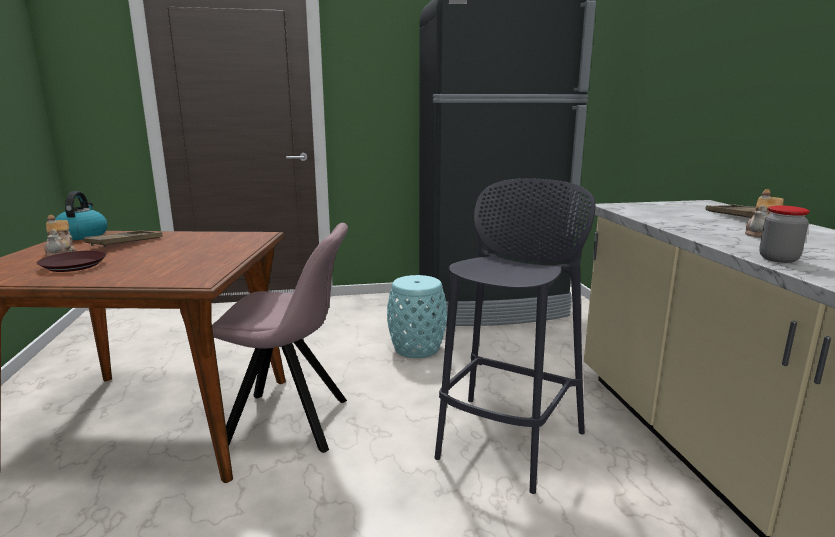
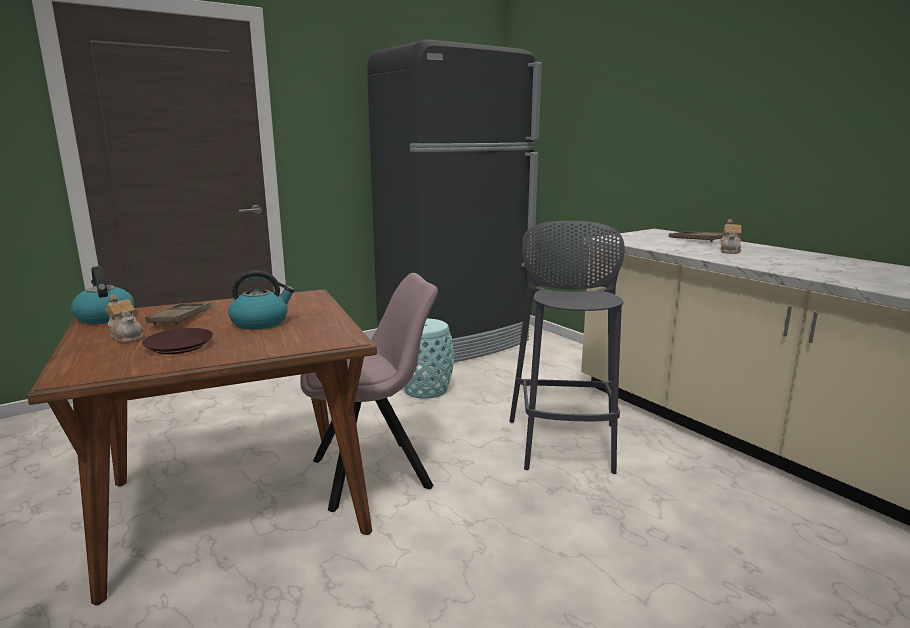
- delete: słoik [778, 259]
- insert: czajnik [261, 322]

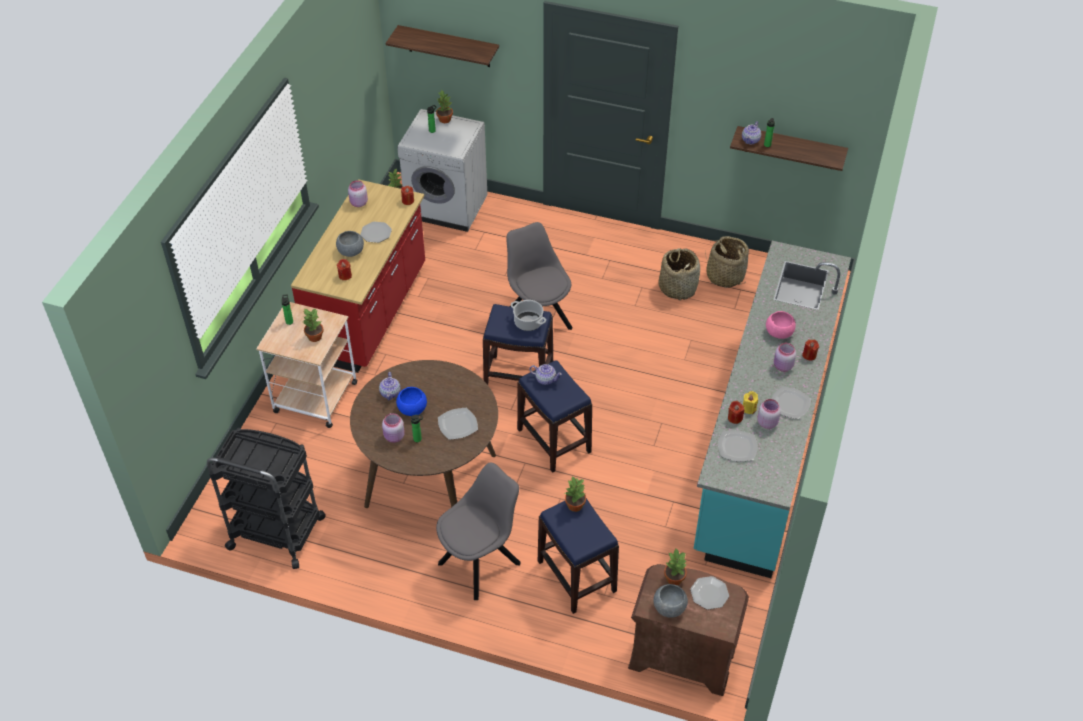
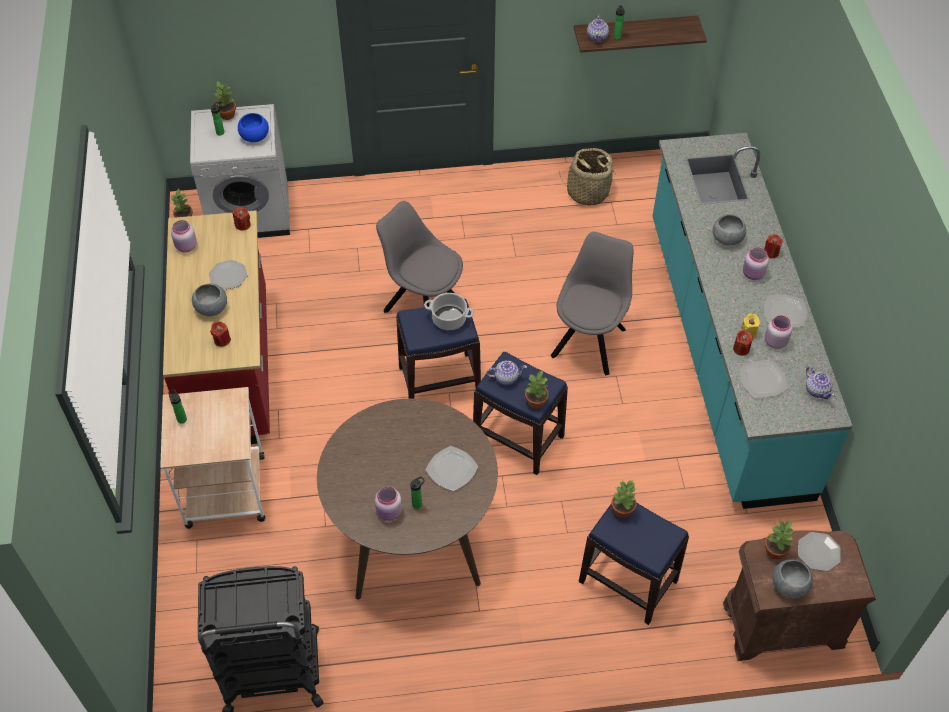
- delete: półka [448, 46]
- delete: koszyk [677, 287]
- move: roślina doniczkowa [314, 337] to [535, 402]
- move: imbryk [390, 393] to [817, 390]
- move: miska (niebieski) [412, 409] to [254, 136]
- move: krzesło (szary) [480, 563] to [589, 342]
- recolor: miska (różowy) [779, 333] to miska (szary) [727, 238]

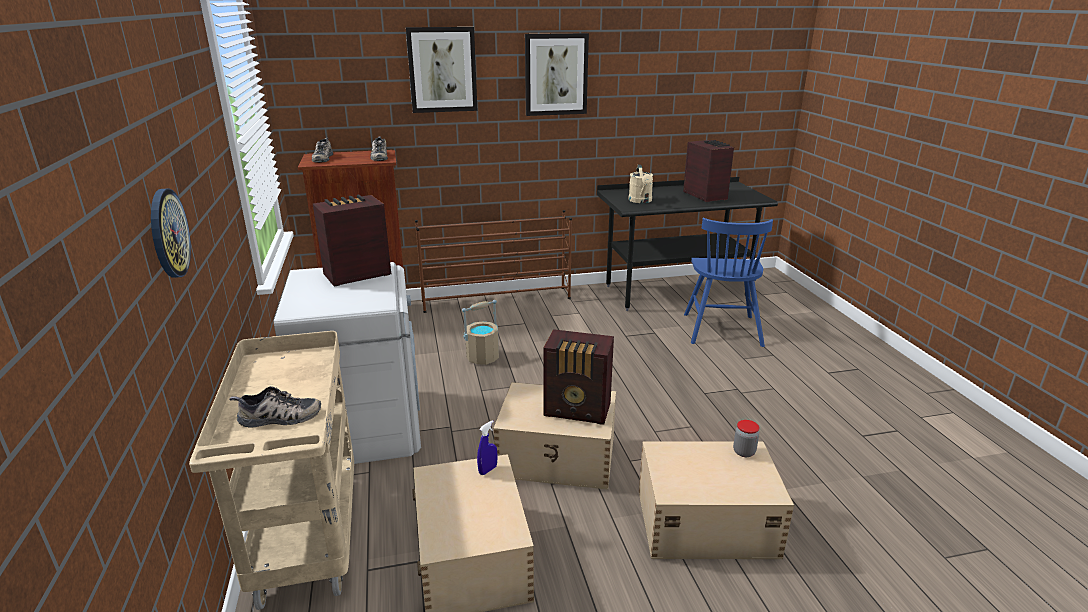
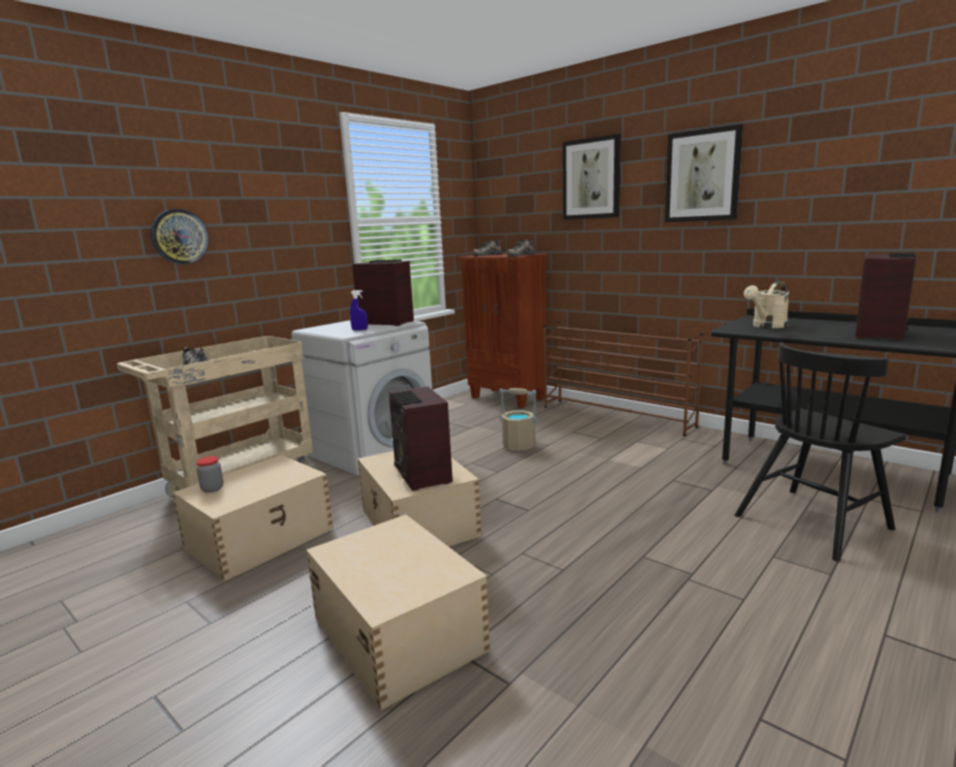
- move: spryskiwacz (niebieski) [488, 470] to [360, 330]
- move: słoik [744, 452] to [212, 489]
- recolor: krzesło (niebieski) [721, 327] to krzesło (czarny) [816, 519]

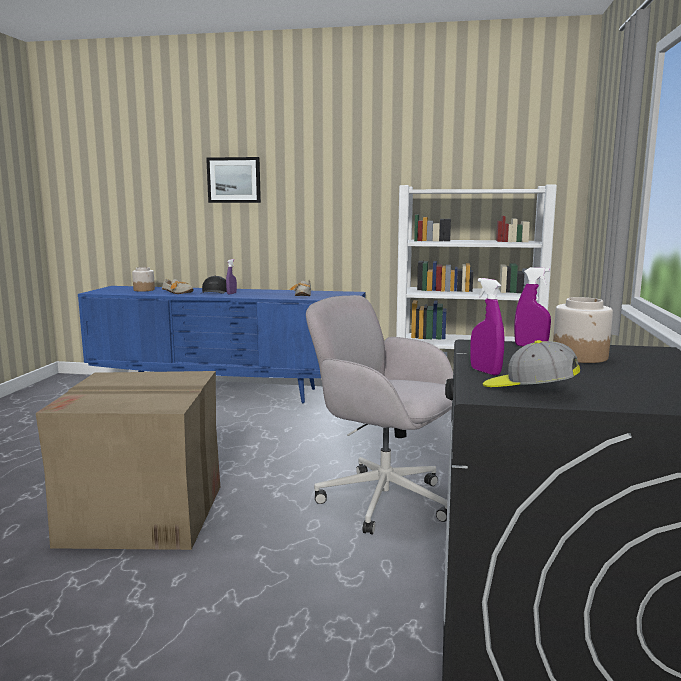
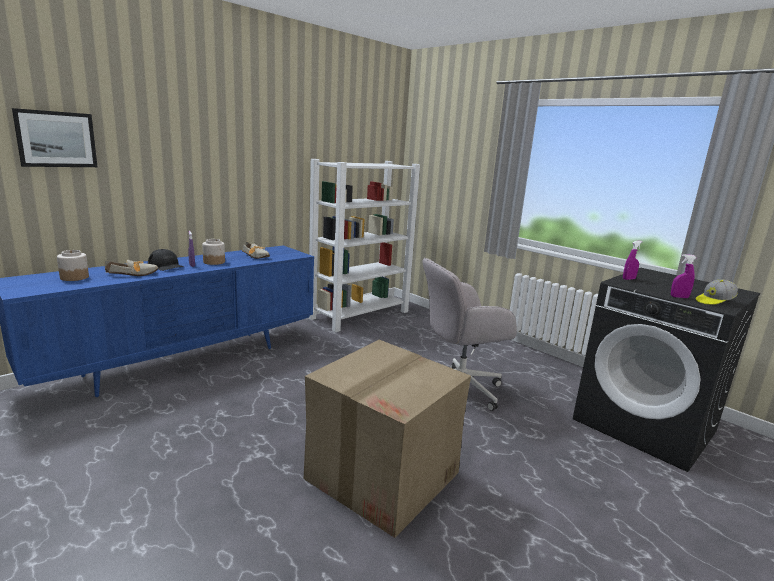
- move: obraz [234, 180] to [56, 139]
- move: słoik [580, 356] to [214, 262]

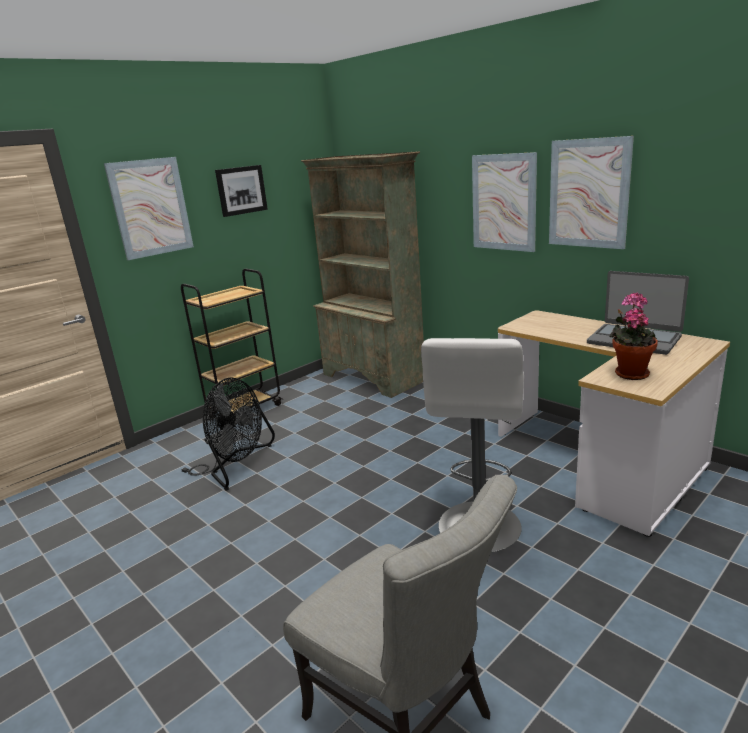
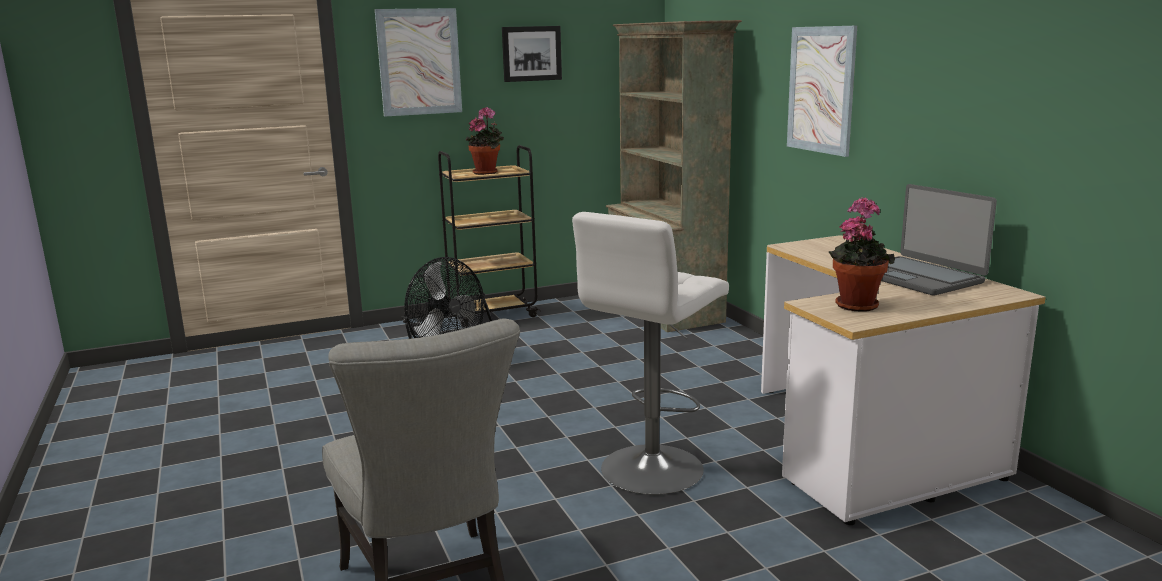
- delete: obraz [588, 193]
- insert: roślina doniczkowa [487, 172]

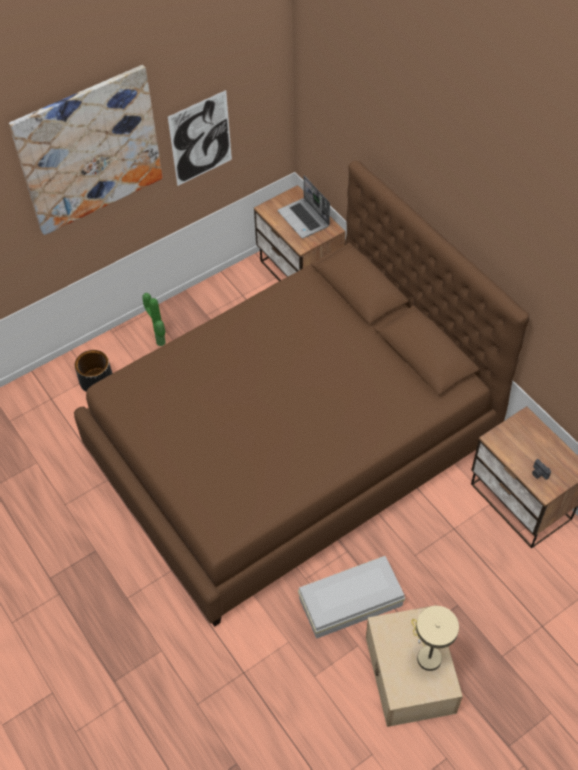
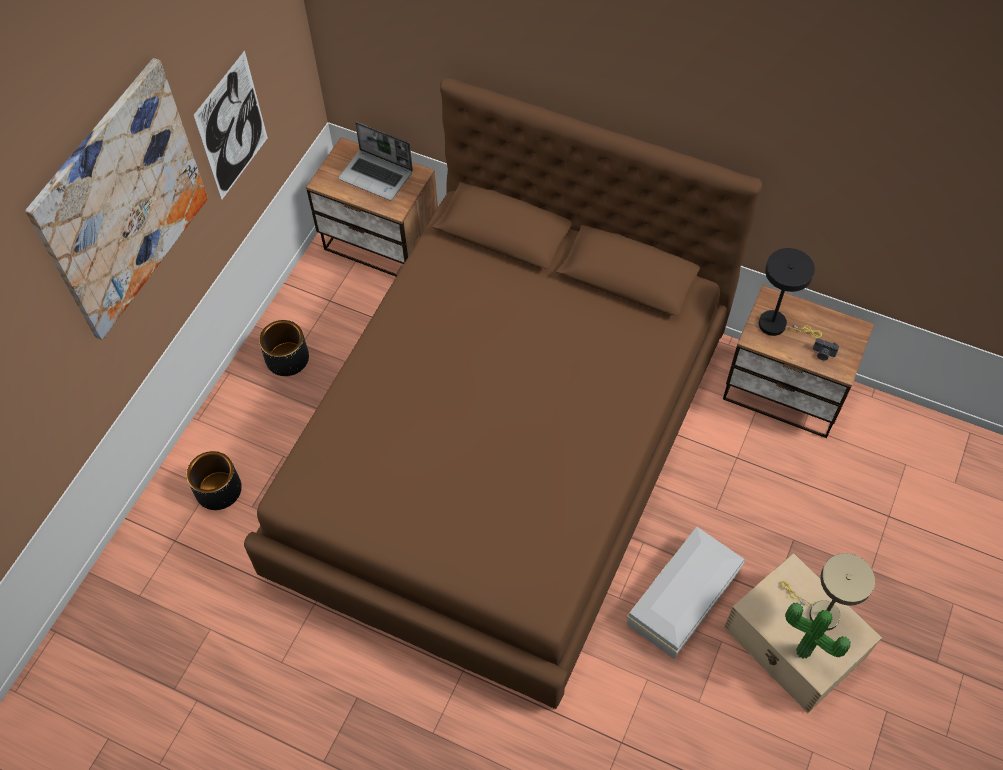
- insert: donica (czarny) [287, 358]
- insert: lampa stołowa (czarny) [777, 325]
- move: roślina doniczkowa [159, 343] to [802, 654]

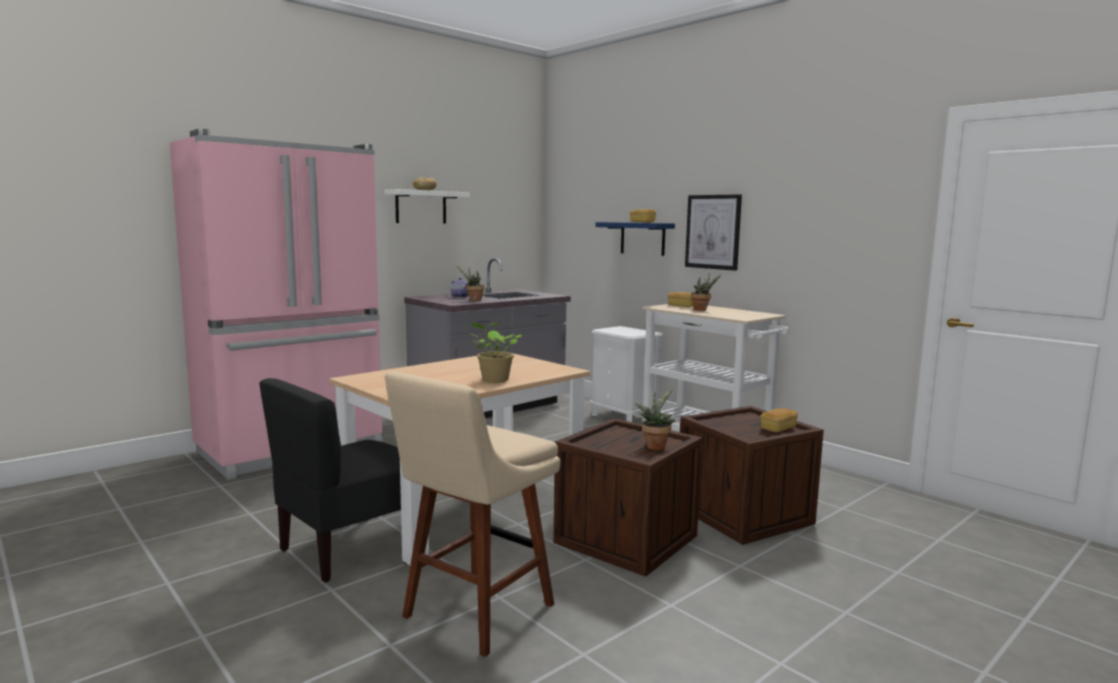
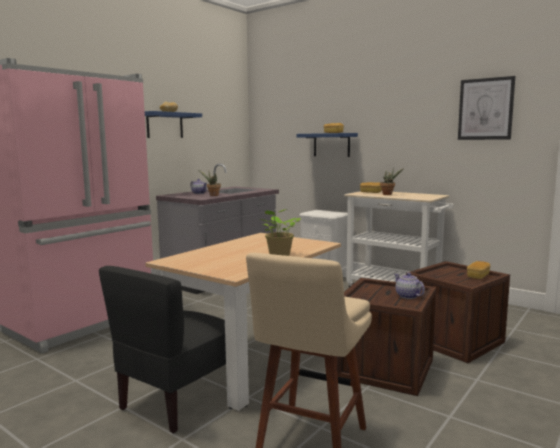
- move: obraz [713, 232] to [485, 109]
- replace: roślina doniczkowa [655, 446] to imbryk [408, 296]
- recolor: półka (biały) [421, 207] to półka (niebieski) [164, 125]

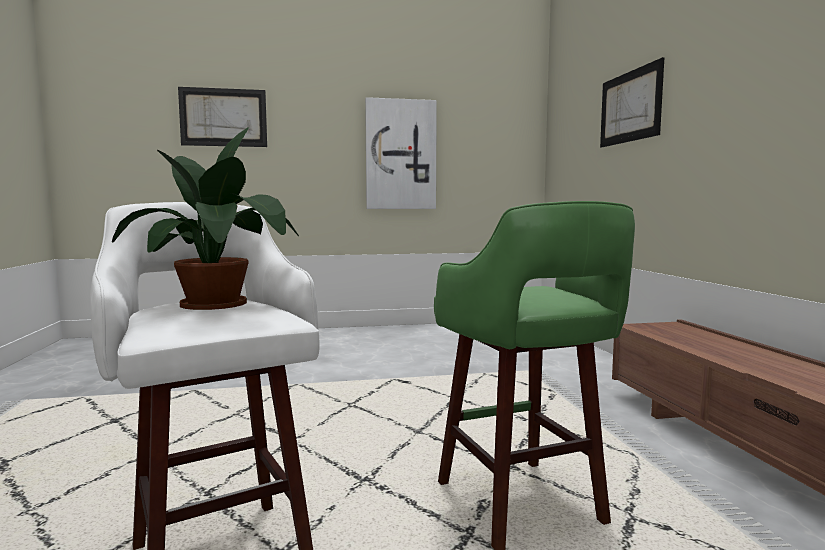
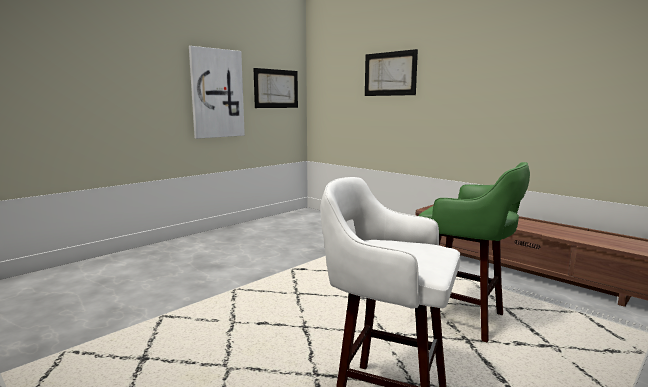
- delete: roślina doniczkowa [220, 303]
- move: obraz [223, 117] to [276, 88]

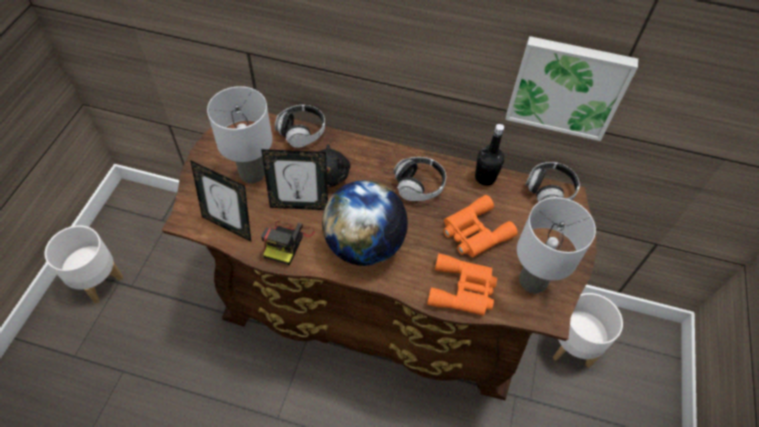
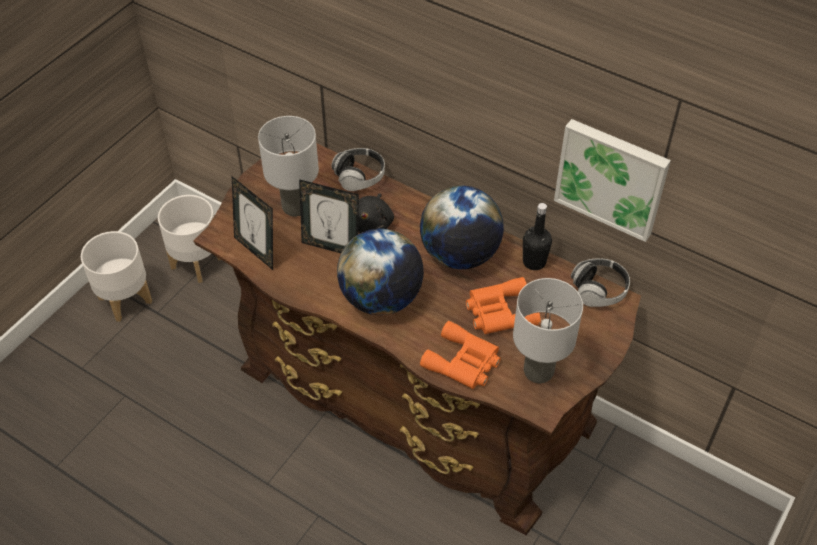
- delete: aparat fotograficzny [287, 242]
- move: donica (biały) [572, 346] to [197, 262]
- replace: słuchawki [419, 186] to globus [460, 255]

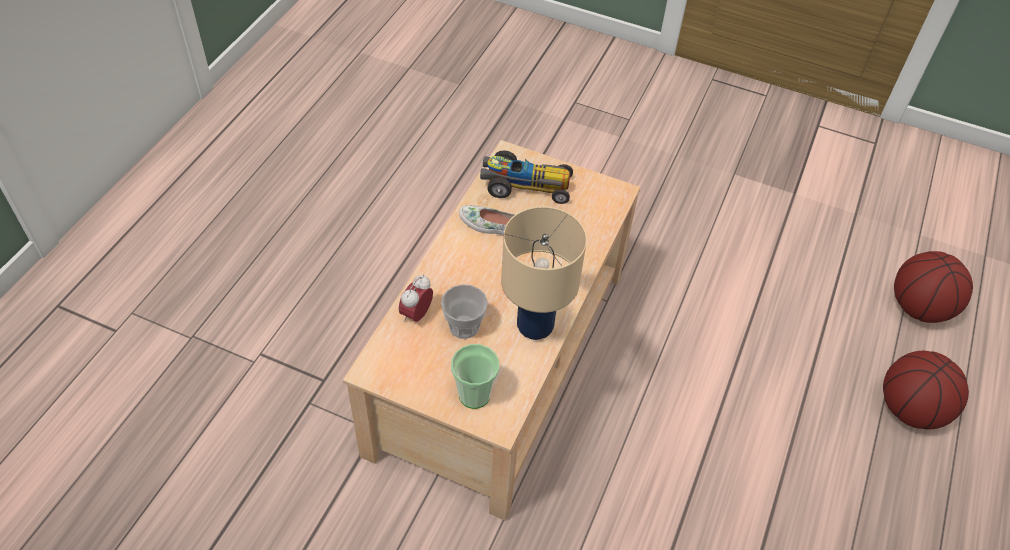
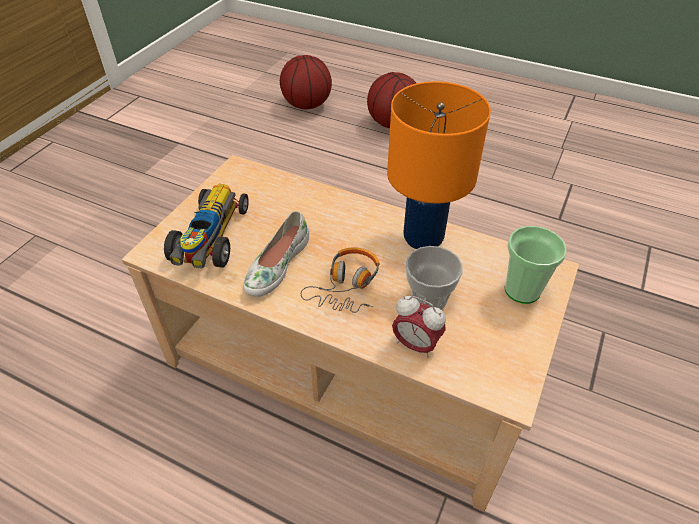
- insert: słuchawki [346, 286]
- recolor: lampa stołowa (beżowy) [537, 326] to lampa stołowa (pomarańczowy) [422, 237]

